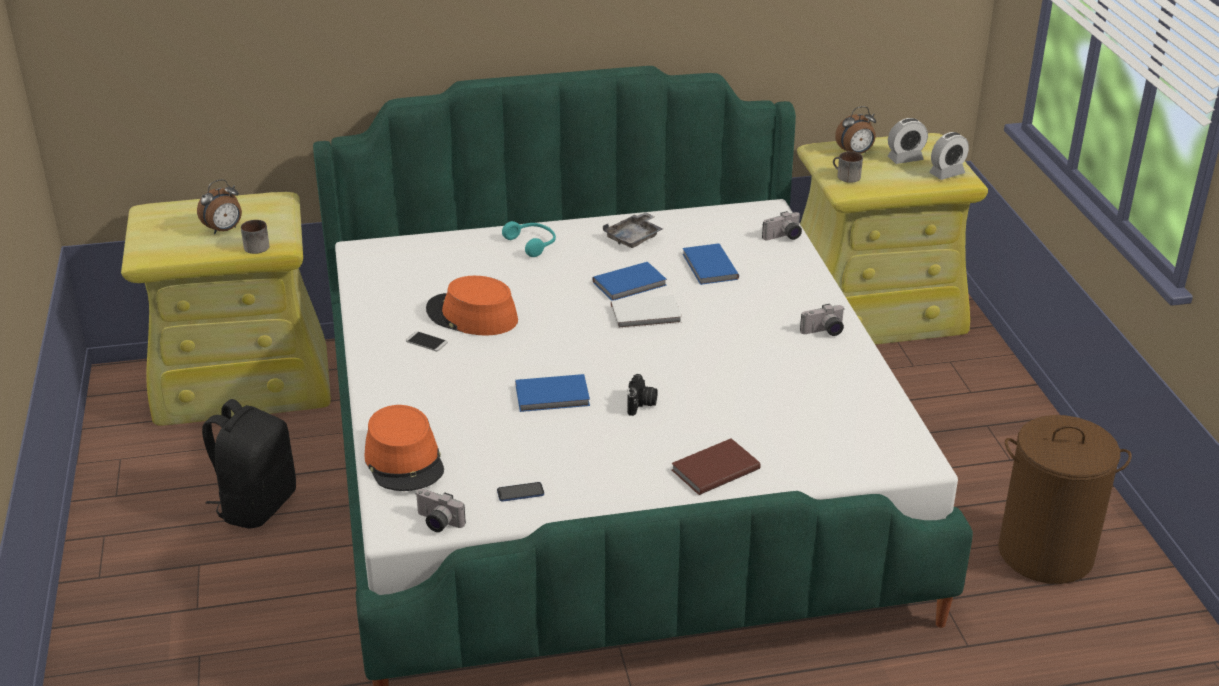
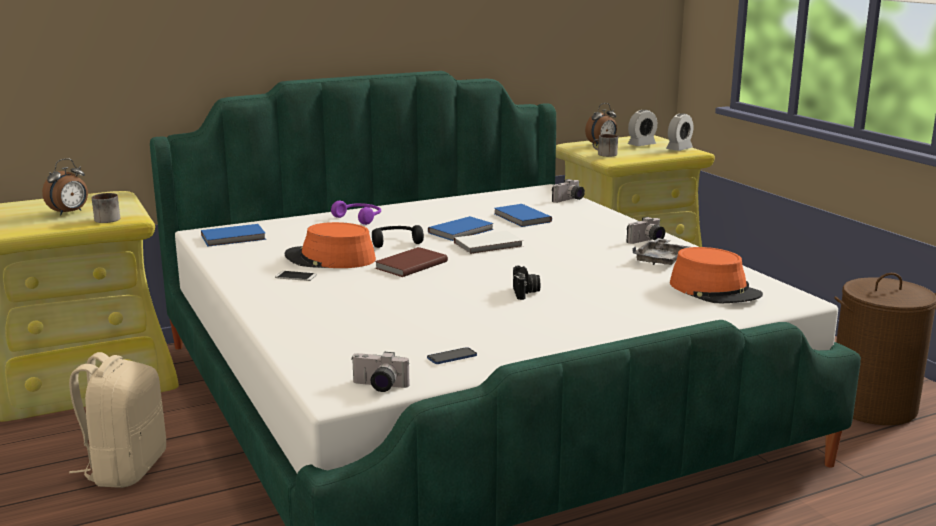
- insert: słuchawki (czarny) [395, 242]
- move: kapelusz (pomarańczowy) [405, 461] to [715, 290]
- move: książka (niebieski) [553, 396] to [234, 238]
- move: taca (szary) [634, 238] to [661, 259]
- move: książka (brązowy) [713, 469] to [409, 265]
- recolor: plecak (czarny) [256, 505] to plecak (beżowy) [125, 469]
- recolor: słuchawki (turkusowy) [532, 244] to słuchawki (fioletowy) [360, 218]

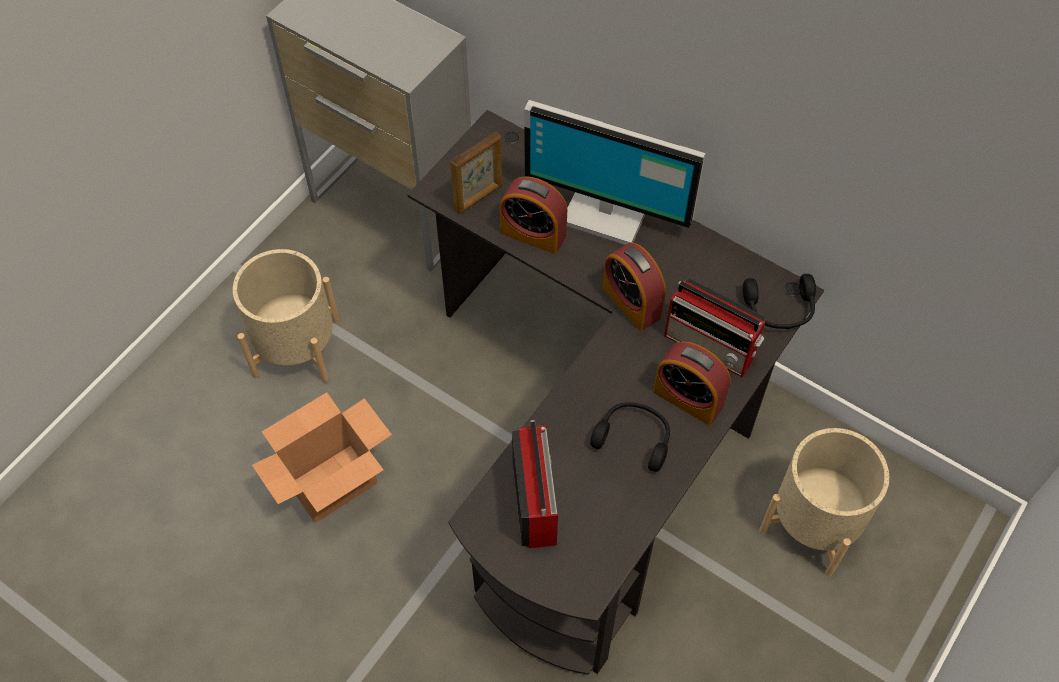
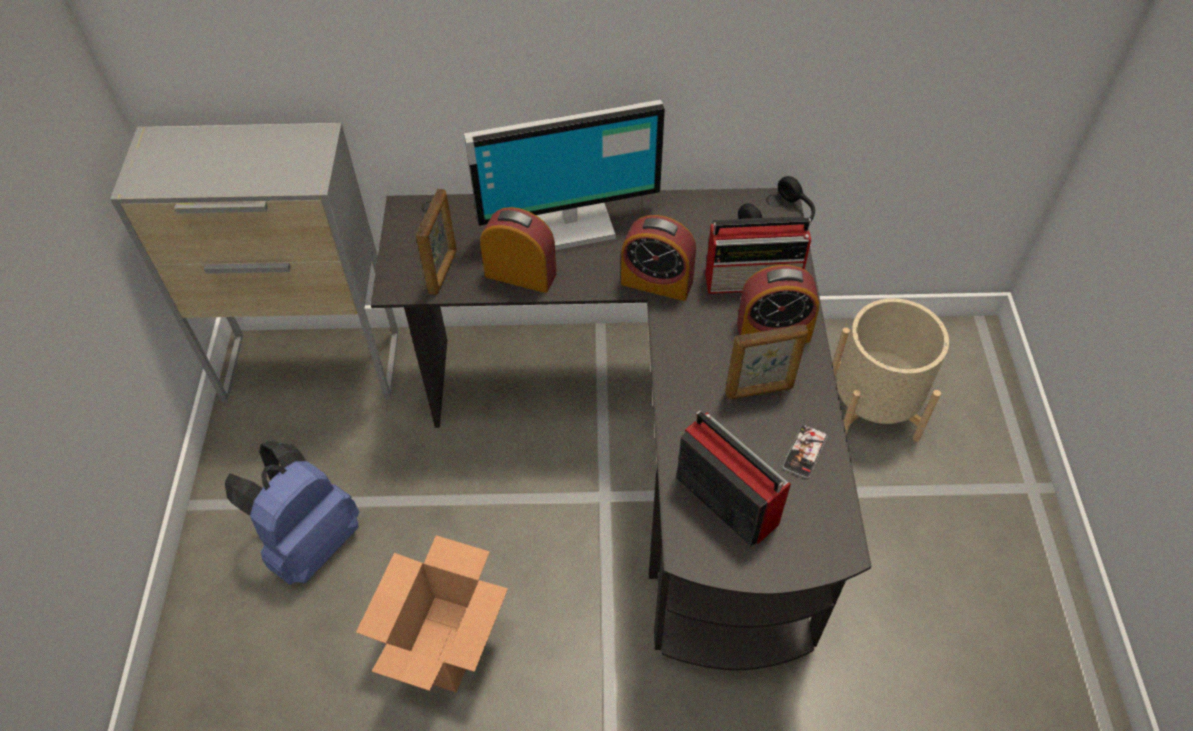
- insert: telefon [805, 452]
- replace: donica (beżowy) [296, 347] to plecak (niebieski) [309, 542]
- replace: słuchawki (czarny) [634, 438] to ramka na zdjęcie [760, 391]
- rotate: budzik [533, 234] = [520, 274] 150 degrees counterclockwise

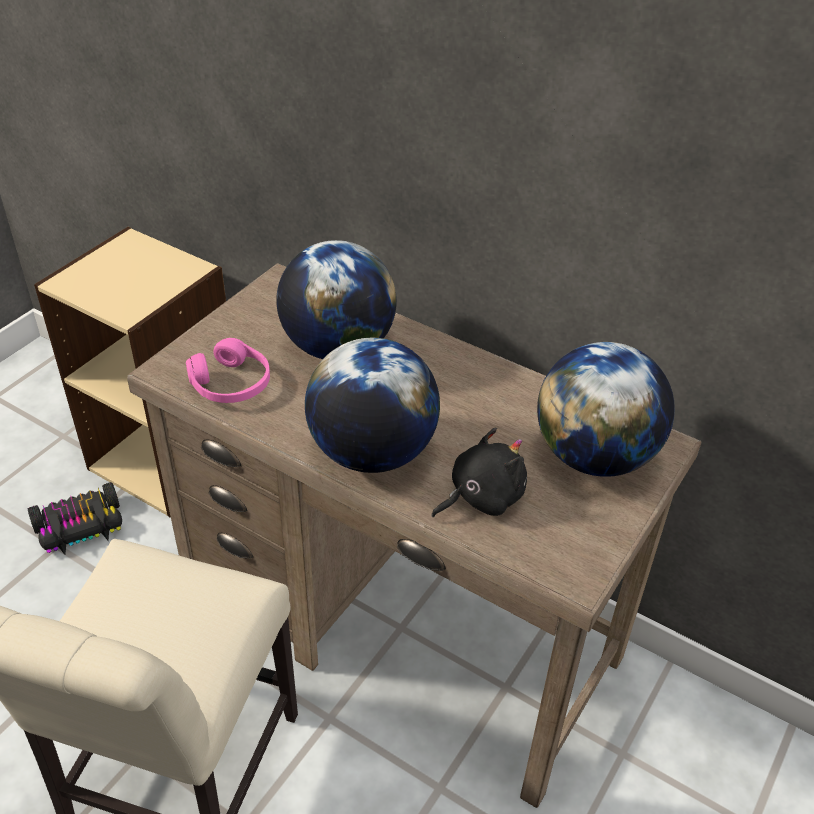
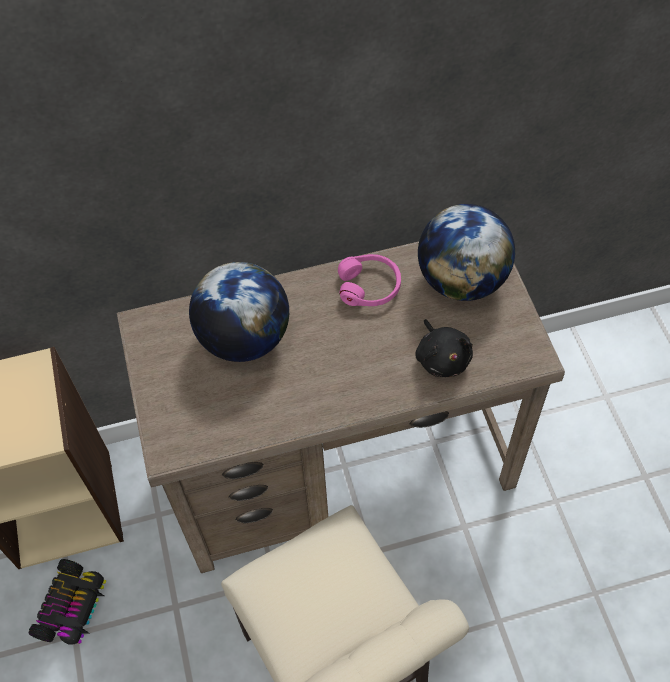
- delete: globus [372, 452]
- move: słuchawki (różowy) [231, 383] to [369, 286]
- rotate: pluszak (czarny) [481, 496] = [442, 358] 150 degrees clockwise

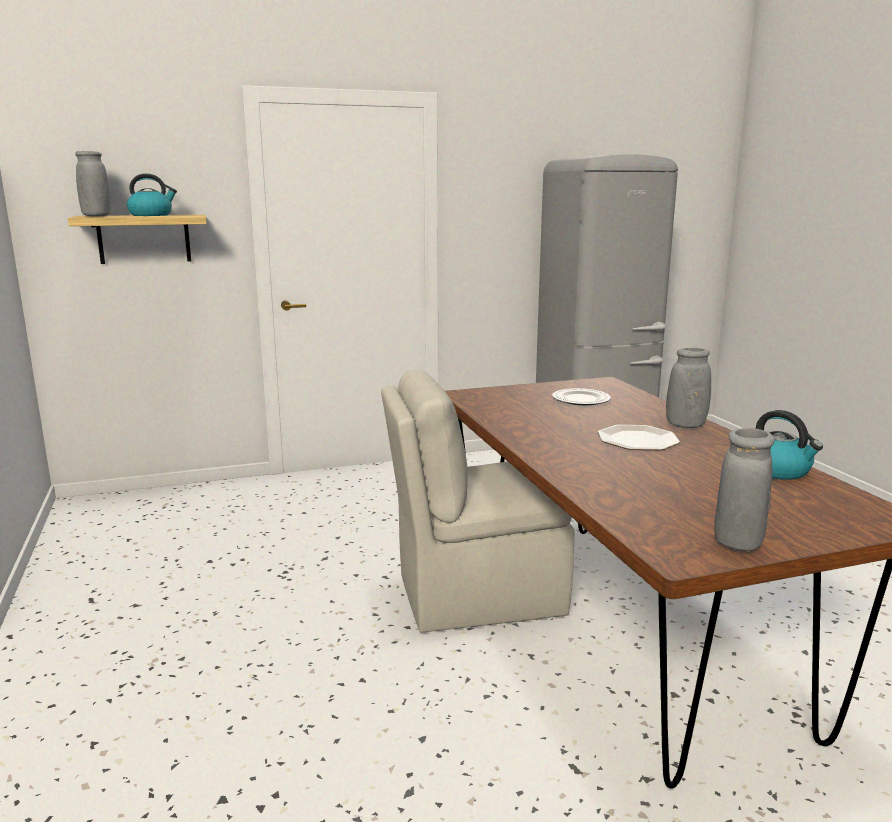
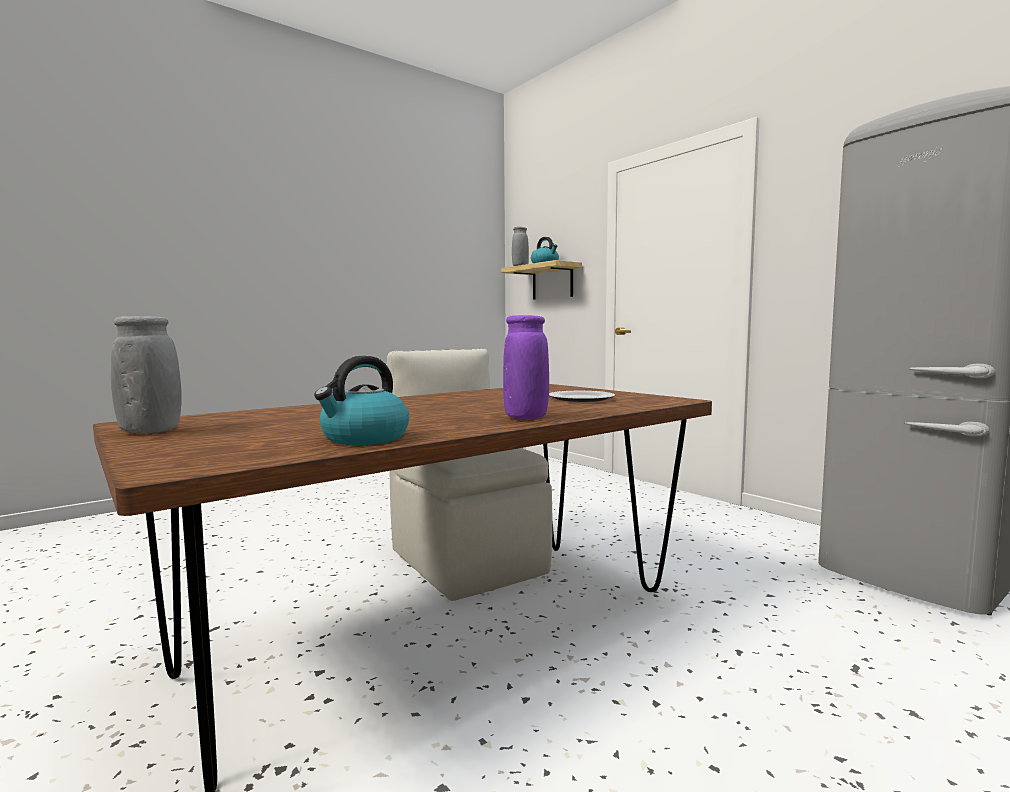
- delete: talerz [638, 439]
- recolor: wazon (szary) [685, 425] to wazon (fioletowy) [525, 417]

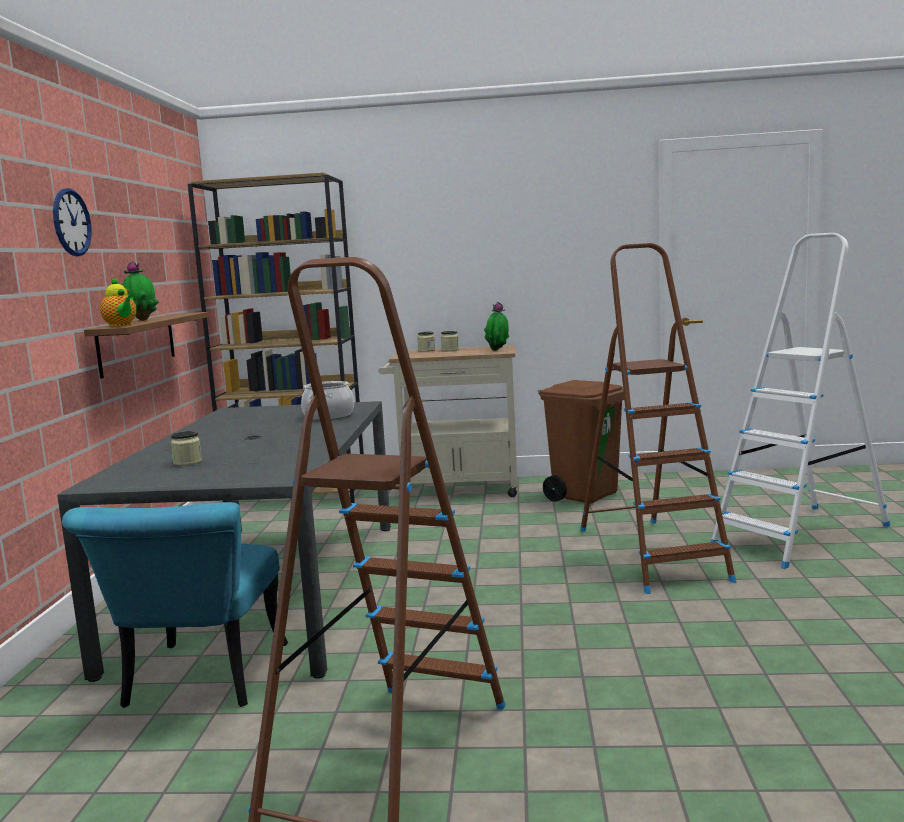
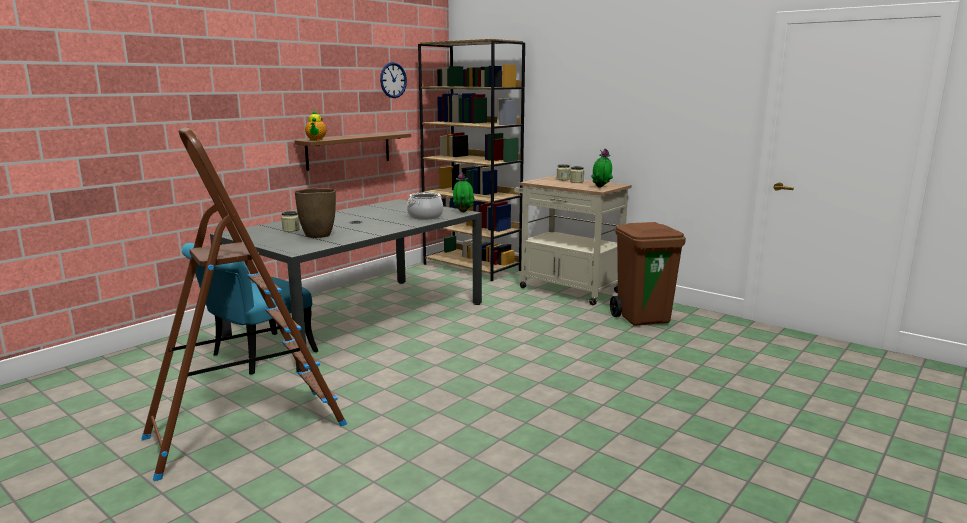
- delete: drabinka (brązowy) [651, 553]
- delete: drabinka (biały) [801, 535]
- insert: wazon (brązowy) [318, 235]
- move: zegar ścienny [71, 222] to [393, 80]
- move: roślina doniczkowa [142, 320] to [463, 211]

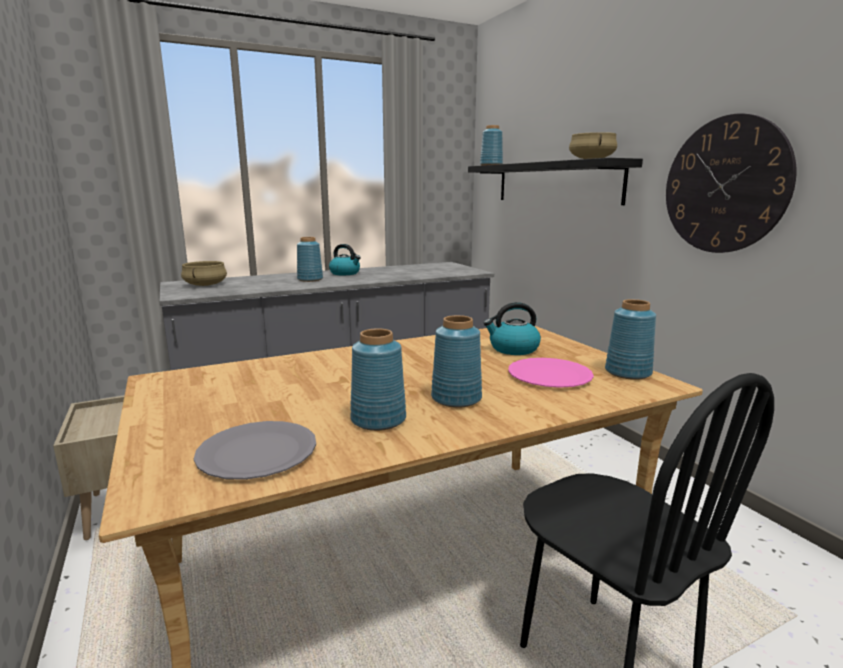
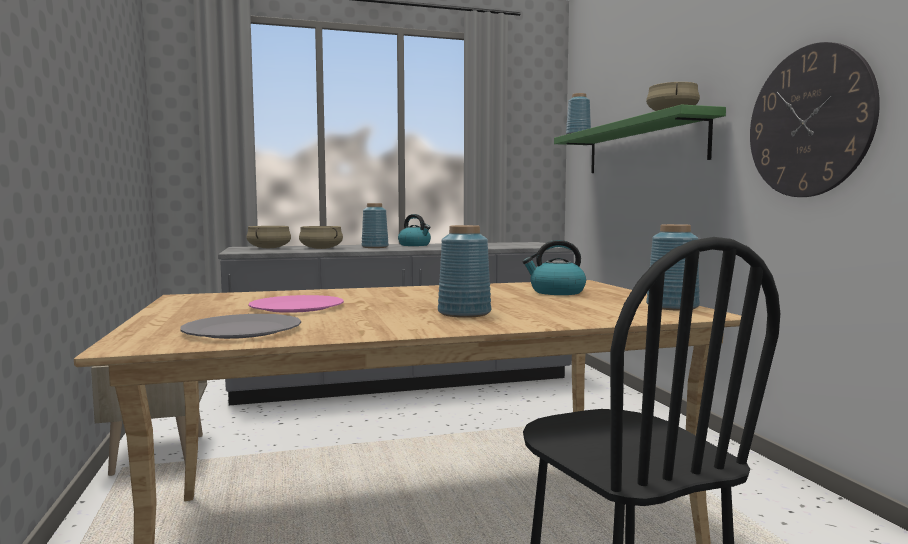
- delete: wazon (niebieski) [378, 420]
- insert: garnek (beżowy) [321, 248]
- move: talerz (różowy) [550, 375] to [297, 307]
- recolor: półka (czarny) [555, 183] to półka (zielony) [642, 146]

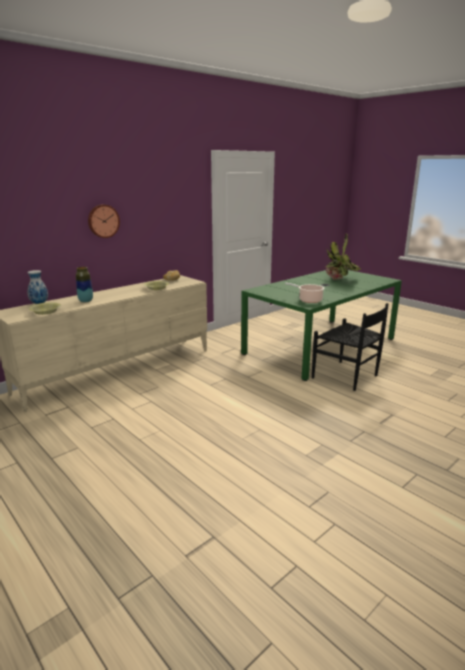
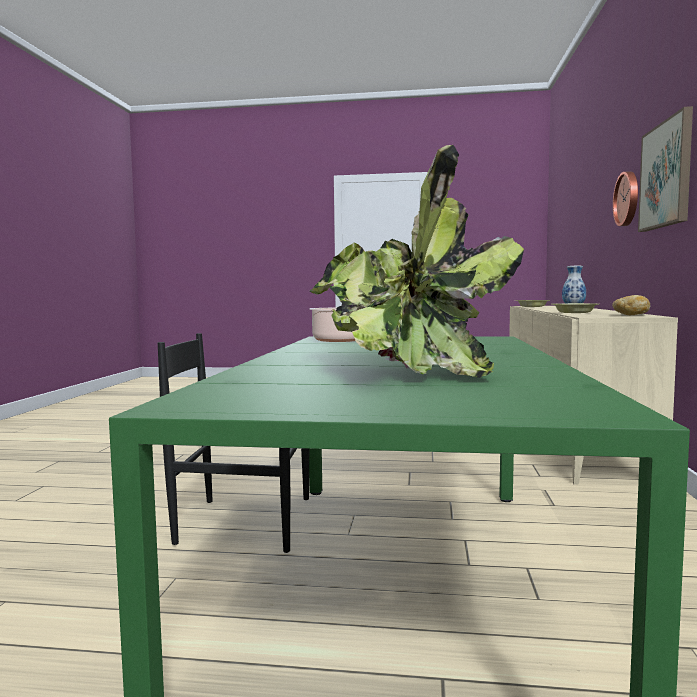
- delete: wazon [86, 301]
- insert: obraz [666, 175]

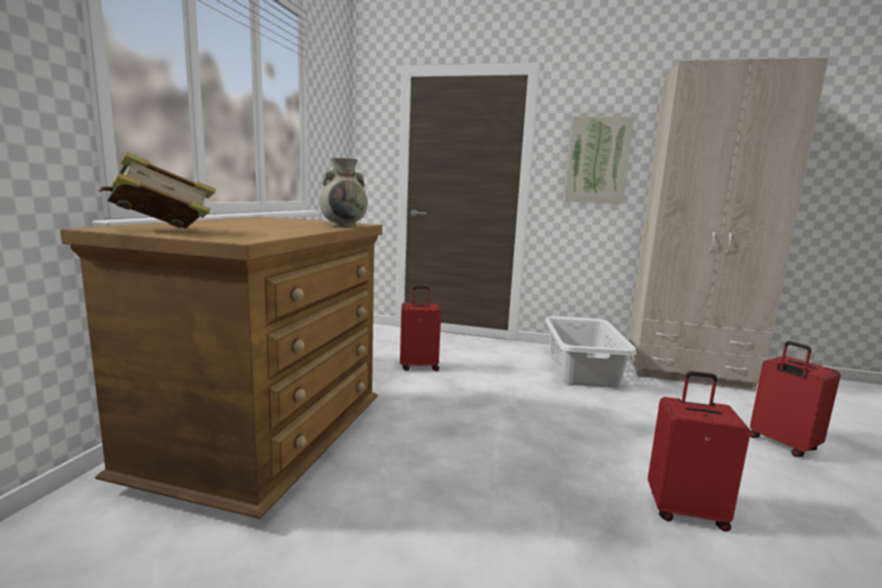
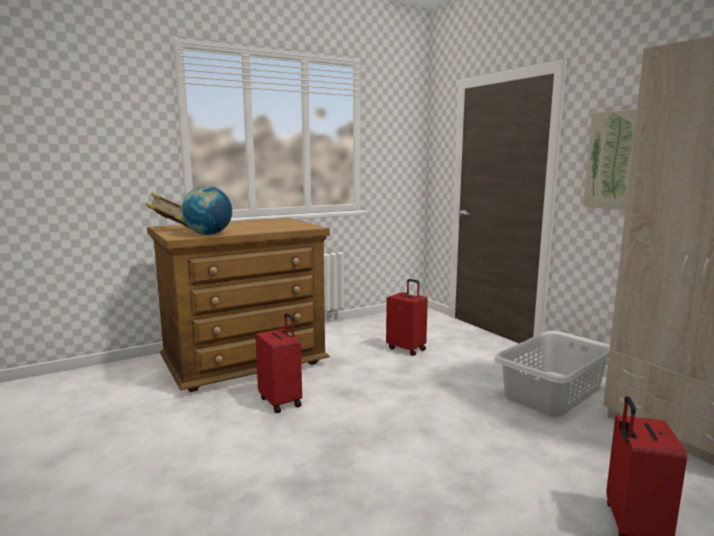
- delete: wazon (beżowy) [344, 226]
- insert: globus [208, 234]
- move: walizka (czerwony) [685, 510] to [281, 401]

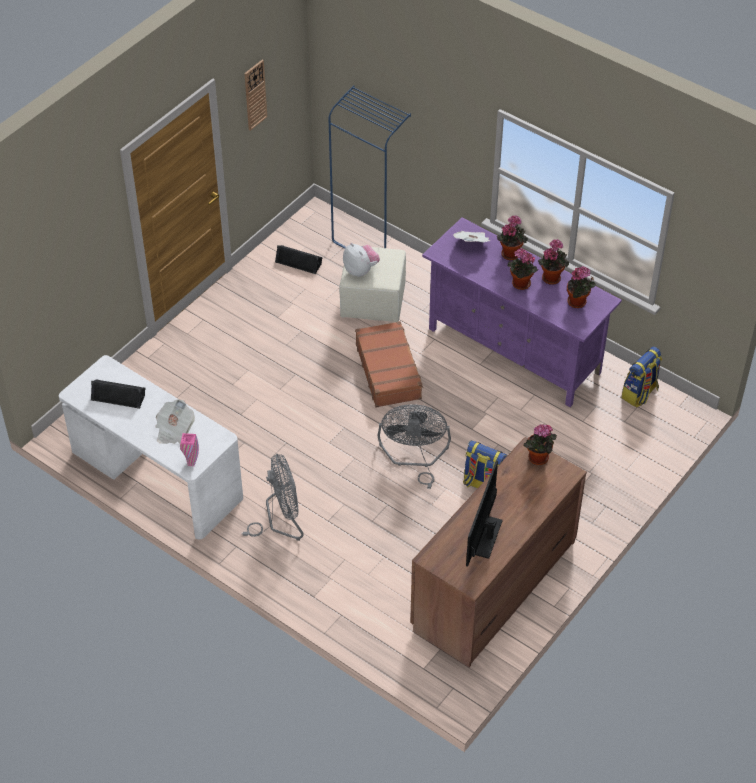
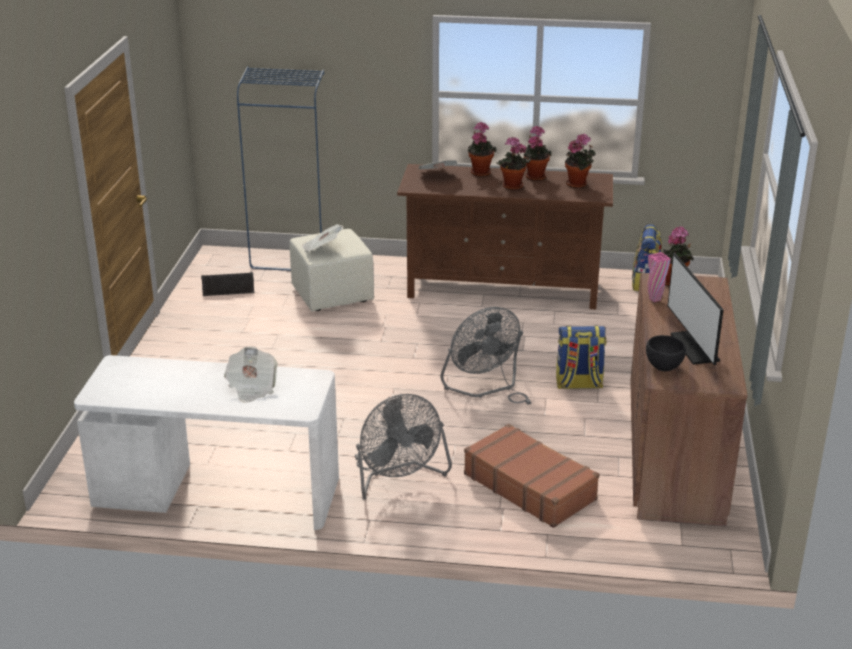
- delete: głośnik (czarny) [118, 395]
- delete: zegar ścienny [255, 95]
- insert: miska (czarny) [664, 367]
- move: wazon (różowy) [191, 463] to [654, 299]
- move: walizka (brązowy) [388, 371] to [530, 486]
- replace: pluszak [360, 270] to gazeta [322, 248]
- recolor: komoda (fioletowy) [514, 350] to komoda (brązowy) [503, 289]
- rotate: wentylator (szary) [279, 516] = [394, 477] 105 degrees clockwise

